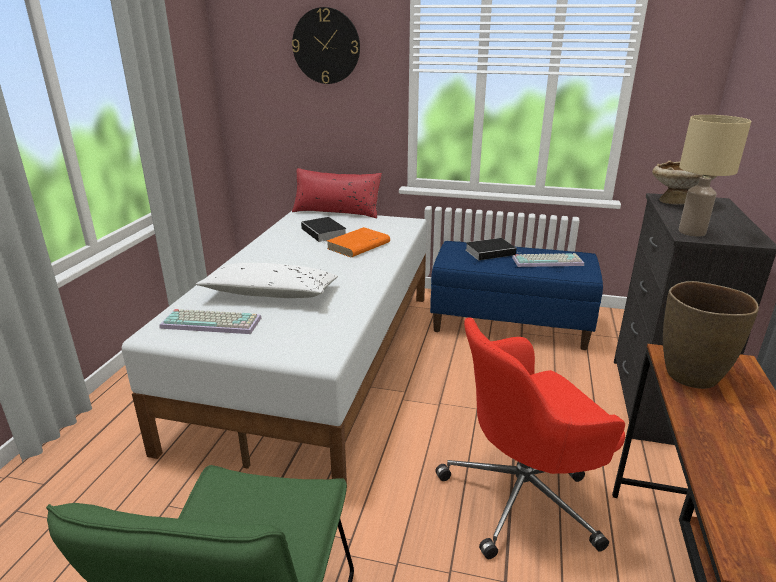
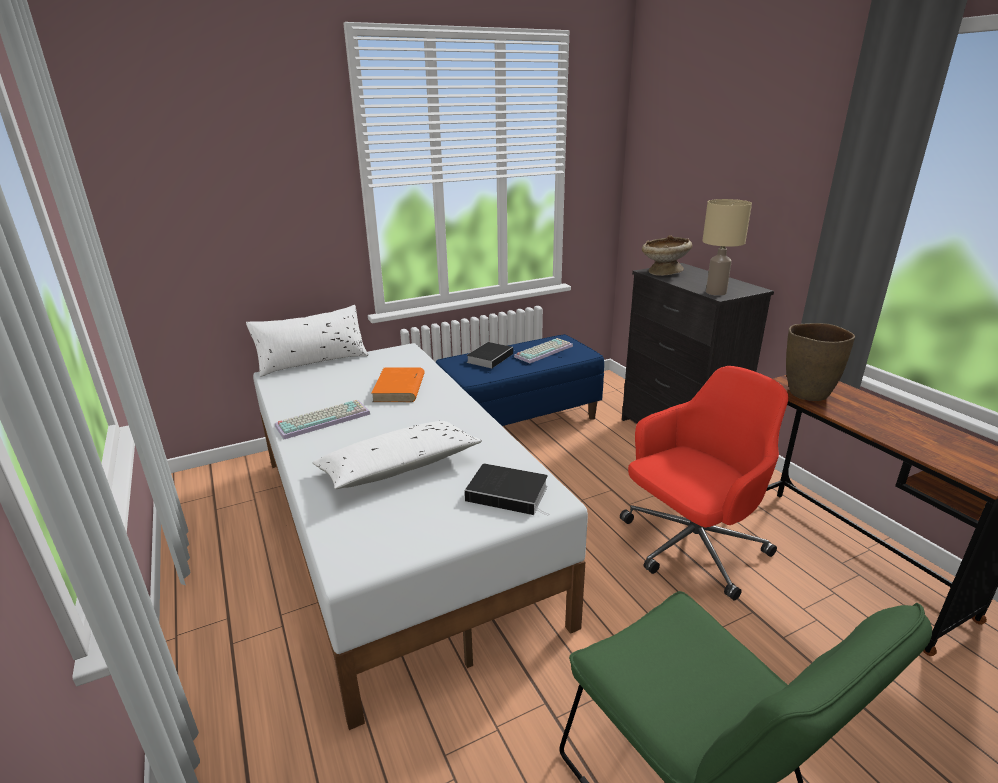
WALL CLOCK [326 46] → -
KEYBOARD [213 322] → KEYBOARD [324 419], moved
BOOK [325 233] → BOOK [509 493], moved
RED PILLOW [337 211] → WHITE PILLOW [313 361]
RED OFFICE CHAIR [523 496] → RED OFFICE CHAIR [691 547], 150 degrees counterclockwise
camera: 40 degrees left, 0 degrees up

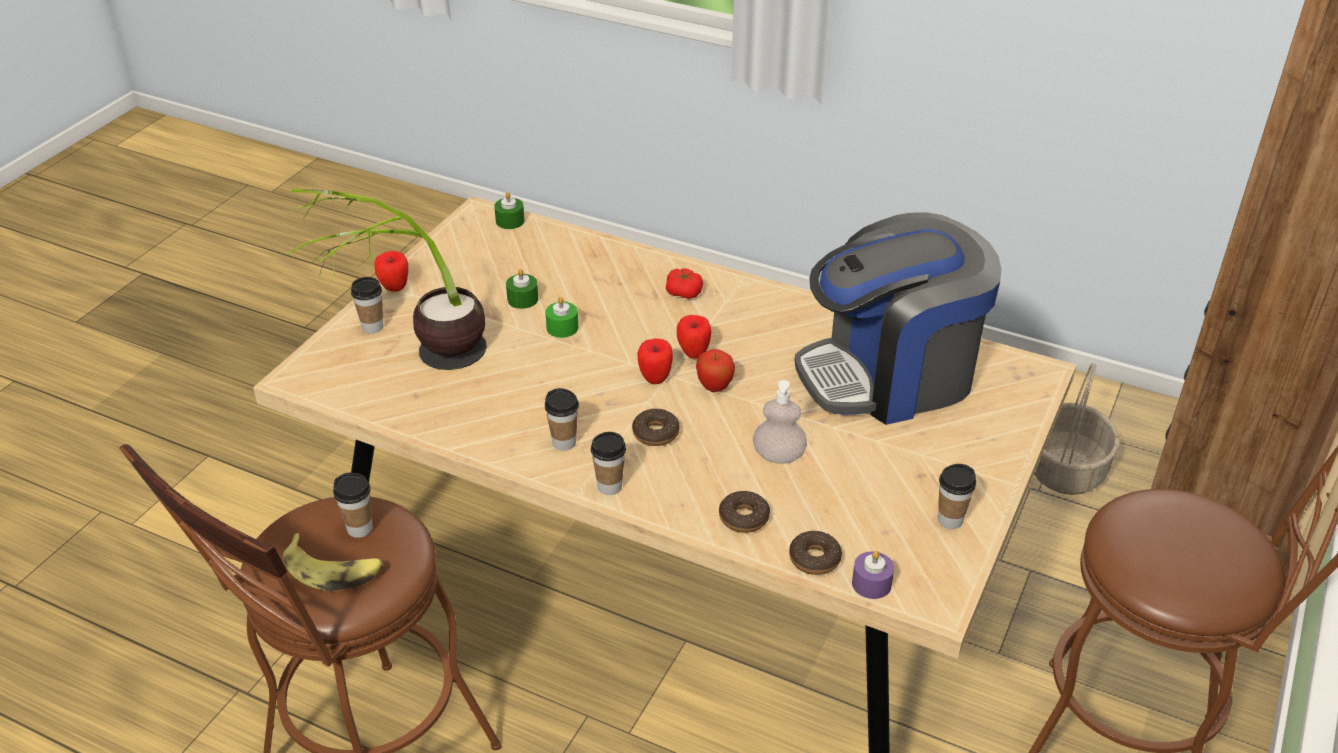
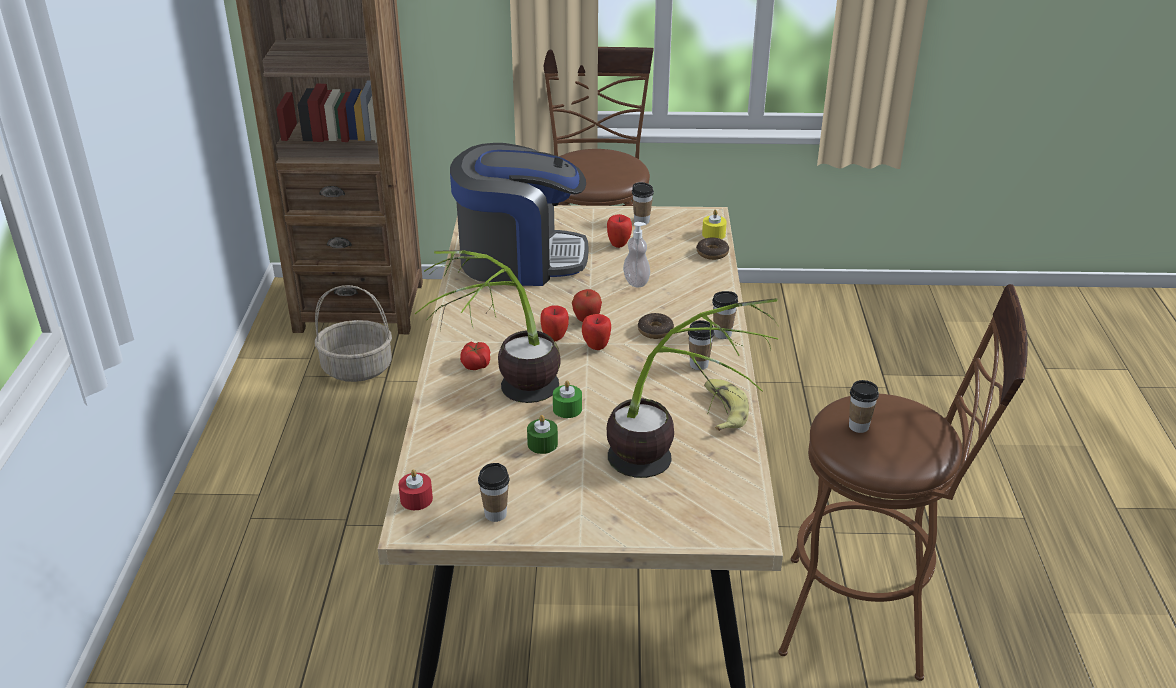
DONUT [744 517] → -
- → POTTED PLANT [504 401]
BANANA [334 570] → BANANA [723 410], moved
CUP [372 327] → CUP [495 514], moved
APPLE [395 288] → APPLE [619 244], moved
GREEN CANDLE [510 221] → RED CANDLE [416 499]
PURPLE CANDLE [871 583] → YELLOW CANDLE [713 234]
COFFEE MACHINE [890 375] → COFFEE MACHINE [520 259], 45 degrees counterclockwise
camera: 115 degrees left, 5 degrees down

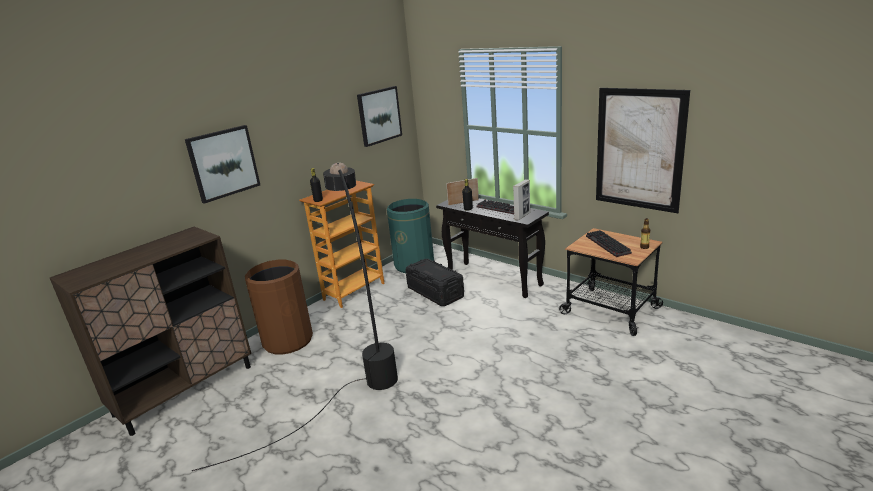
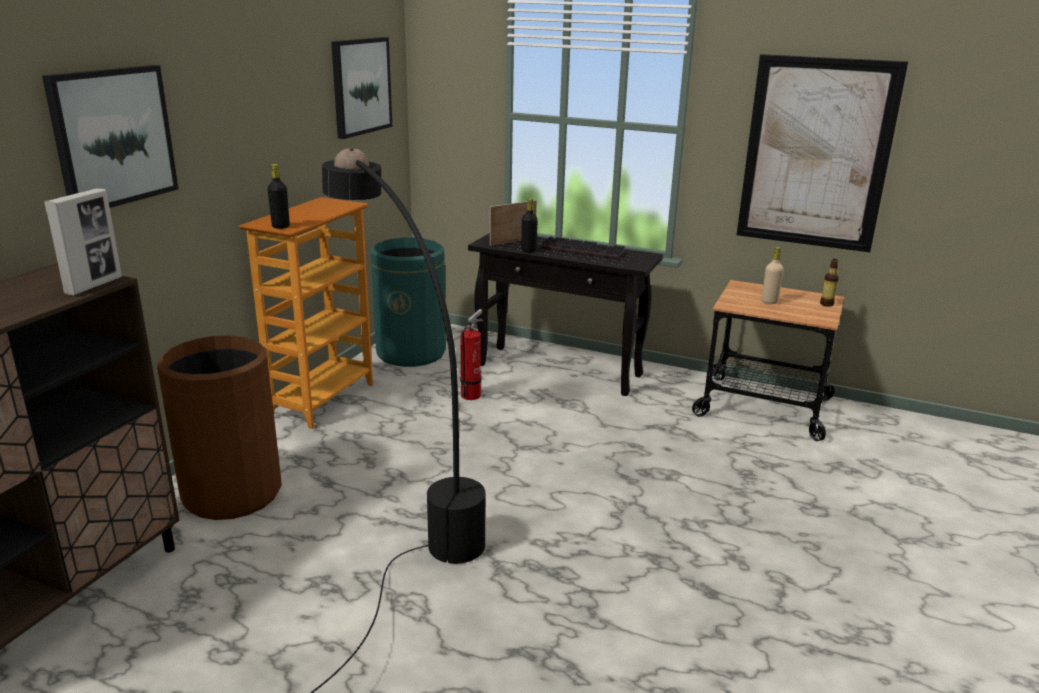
PICTURE FRAME [522 216] → PICTURE FRAME [94 285], moved
BLACK STORAGE BOX [435 292] → FIRE EXTINGUISHER [472 394]
KEYBOARD [606 244] → BEIGE BOTTLE [769 302]
camera: 20 degrees left, 0 degrees up

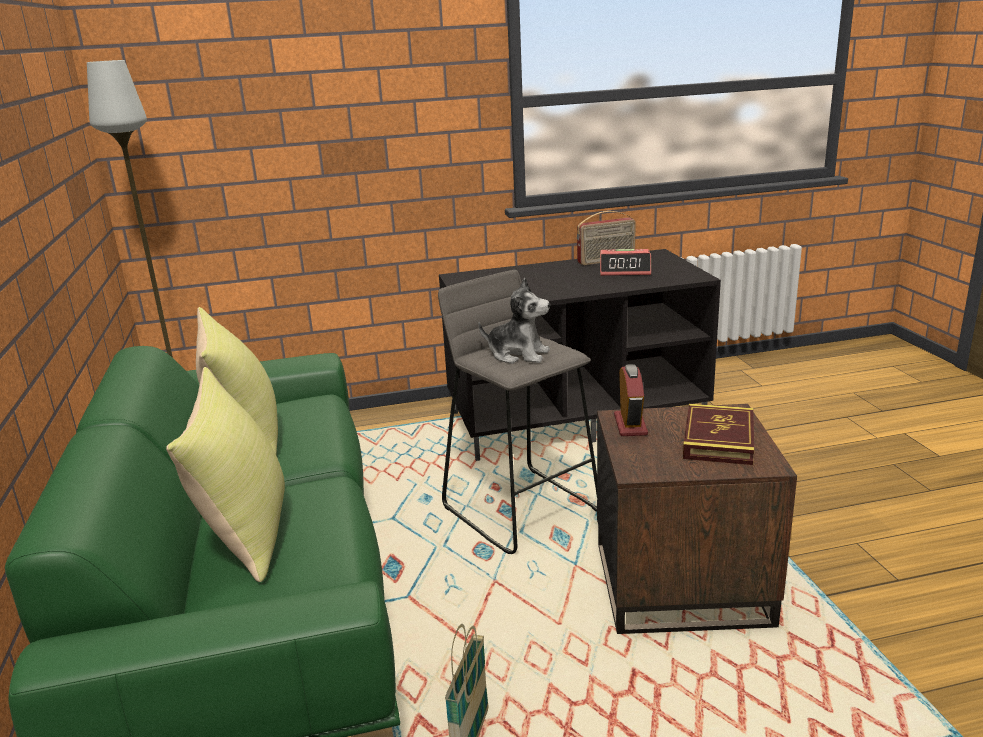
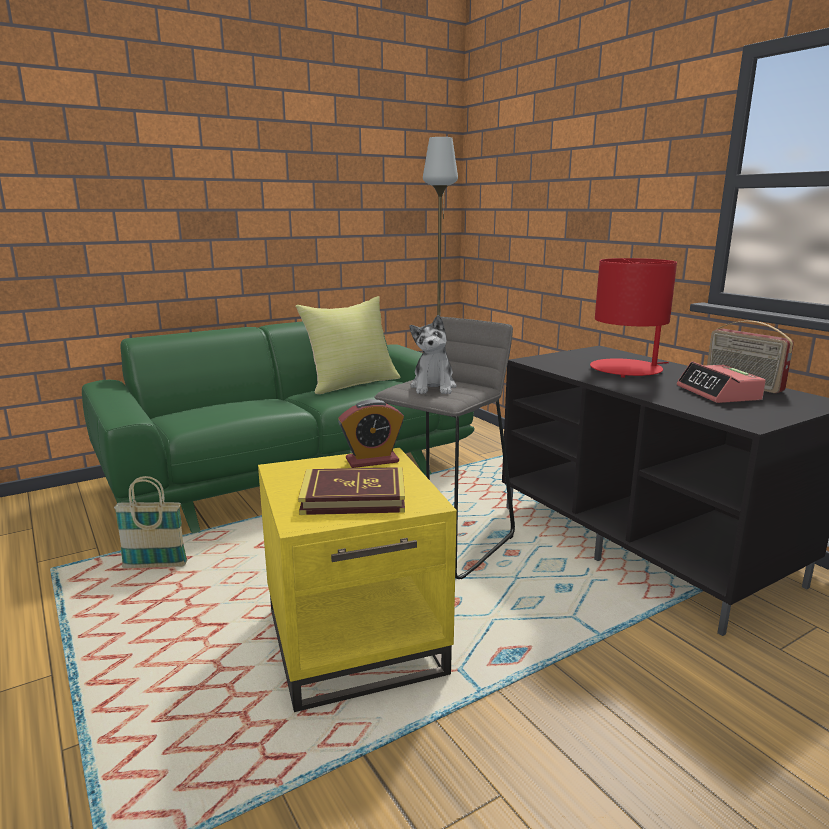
YELLOW PILLOW [247 532] → -
- → RED TABLE LAMP [626 369]
BROWN SIDE TABLE [680 583] → YELLOW SIDE TABLE [356 641]
camera: 70 degrees right, 5 degrees down

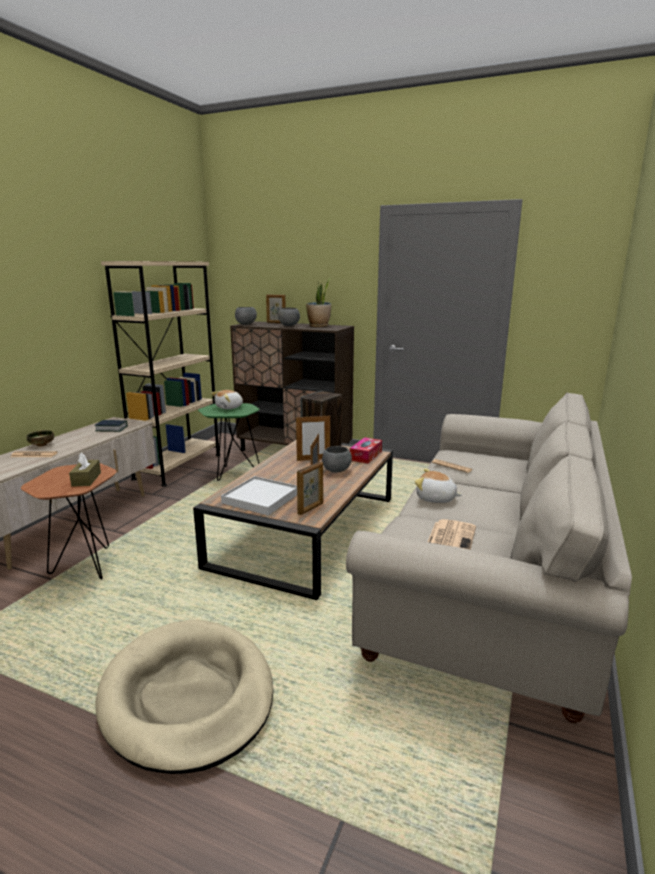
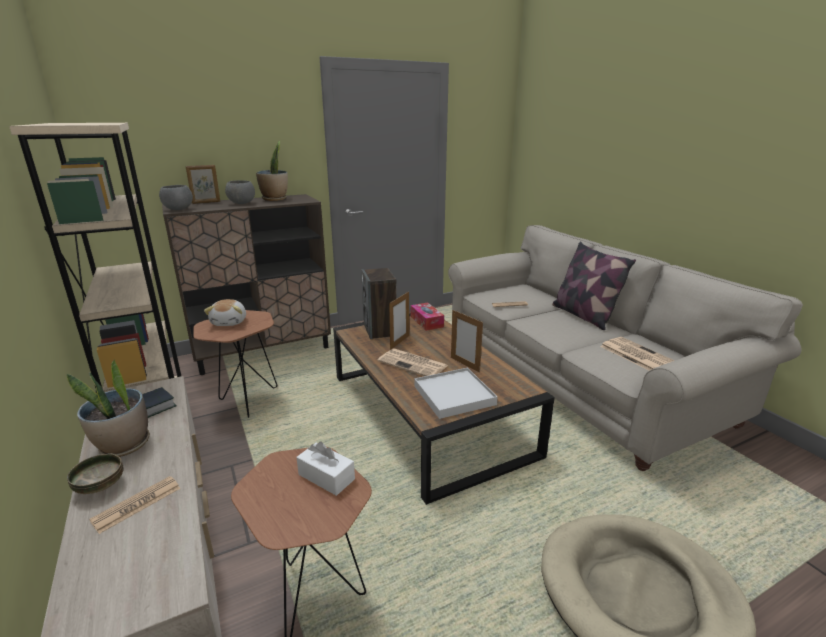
PICTURE FRAME [311 508] → -
GREY BOWL [337 471] → -
PLUSH TOY [435 499] → -
- → POTTED PLANT [124 445]
- → NEWSPAPER [413 364]
- → PILLOW [583 315]
BROWN TISSUE BOX [86 479] → WHITE TISSUE BOX [326 477]
GREEN SIDE TABLE [232 473] → BROWN SIDE TABLE [246 402]
camera: 50 degrees left, 5 degrees up

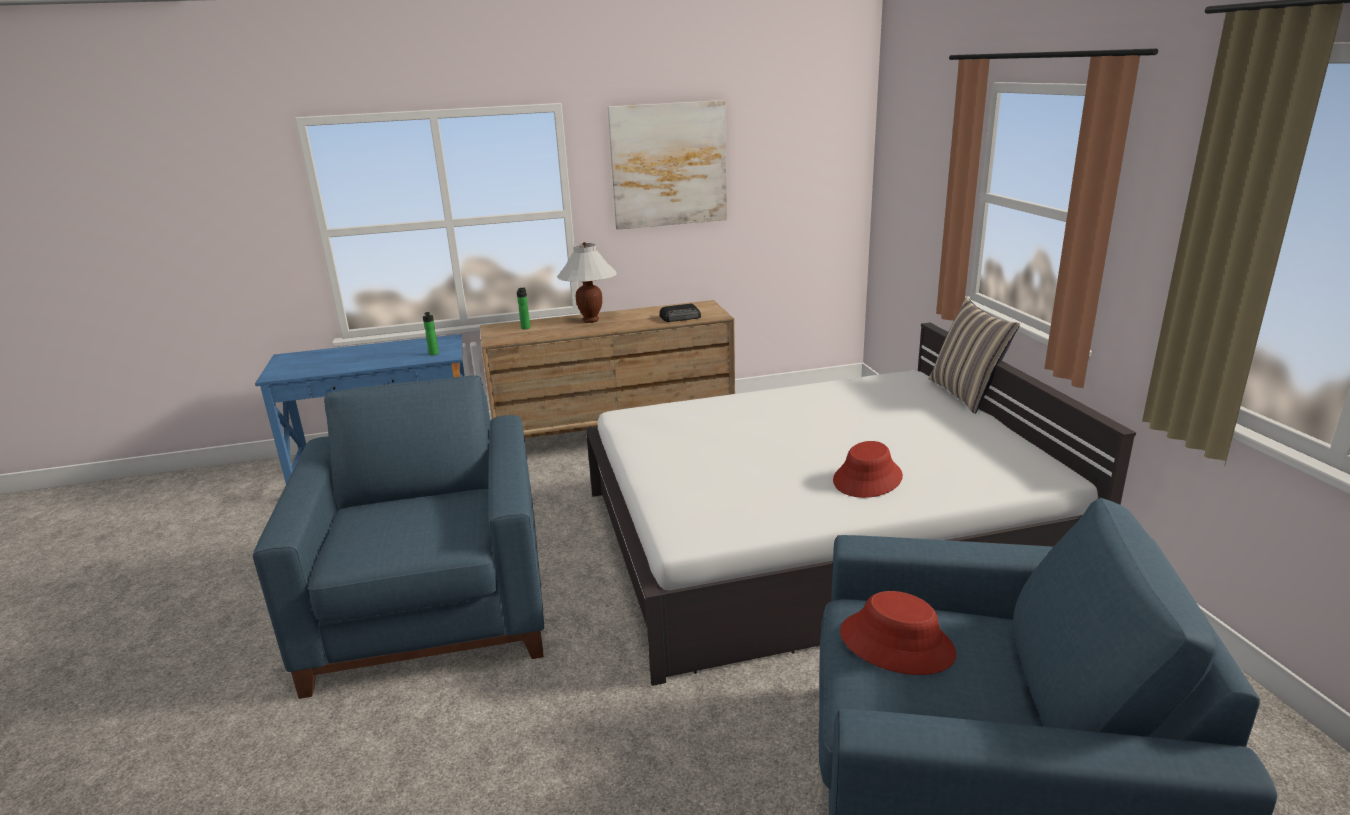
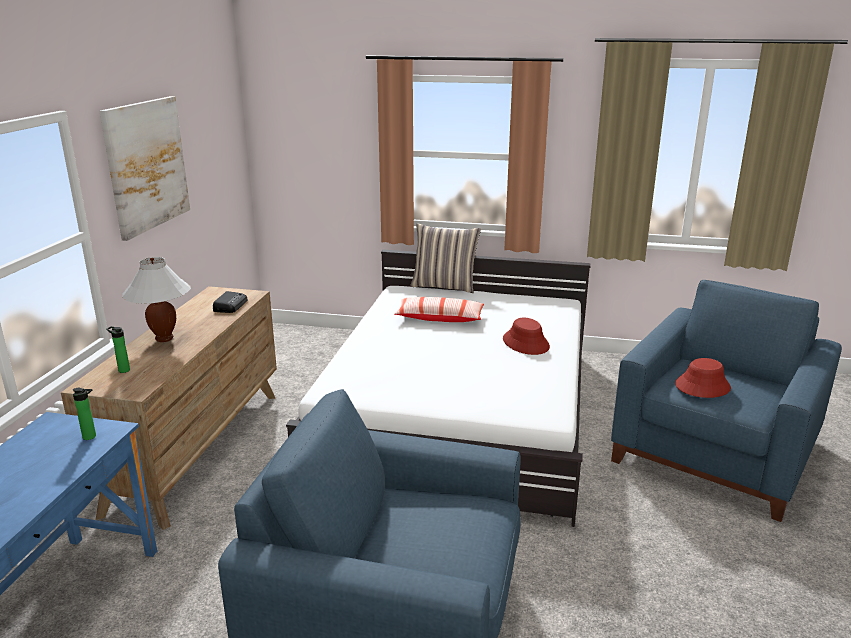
- → PILLOW [439 318]
camera: 65 degrees left, 0 degrees up

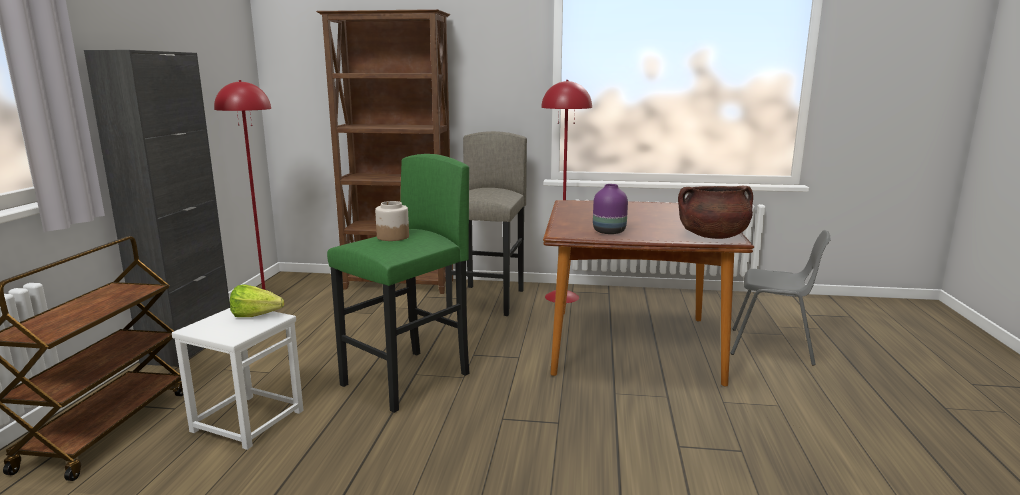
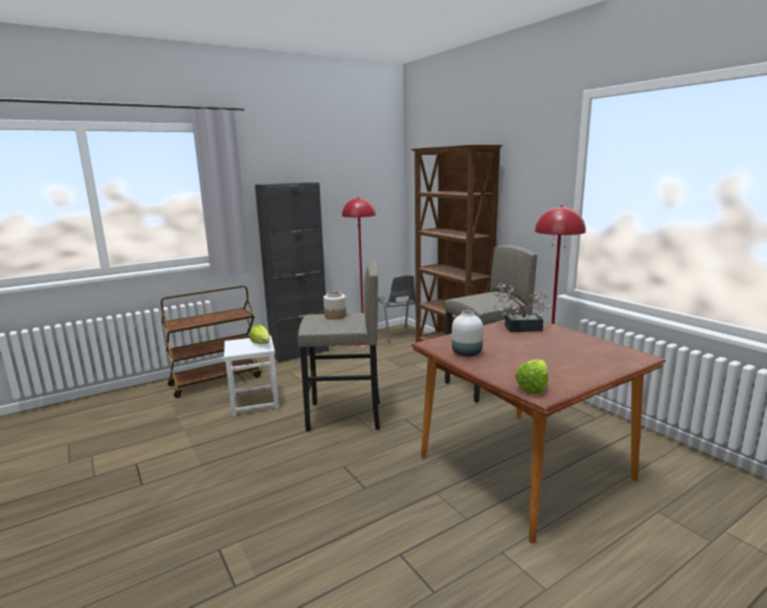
- → POTTED PLANT [518 328]
GREY CHAIR [772 347] → GREY CHAIR [397 335], moved
BROWN COOKING POT [712 236] → LETTUCE [535 386]
GREEN STOOL [407 380] → GREY STOOL [345 416]
PURPLE VASE [609 232] → WHITE VASE [466 353]
camera: 50 degrees right, 0 degrees up

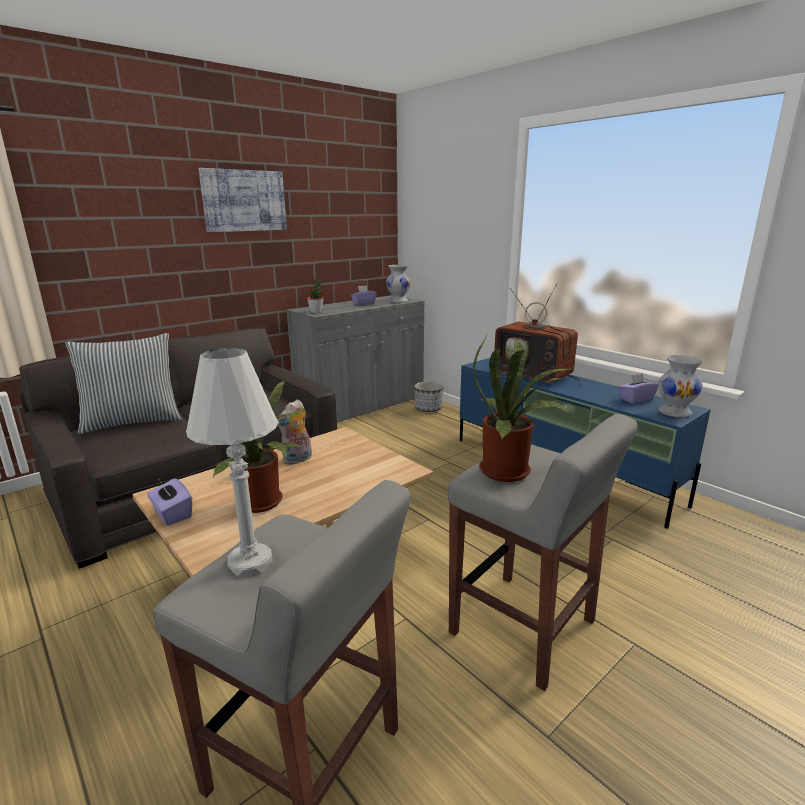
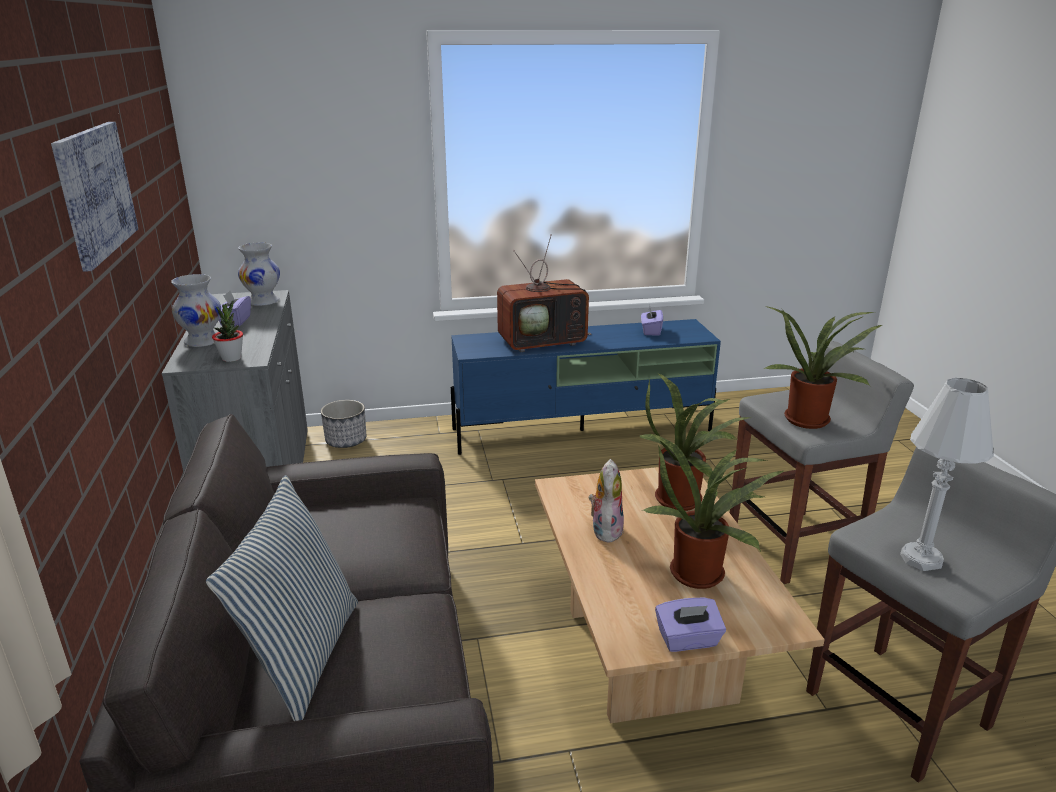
- → POTTED PLANT [683 499]
WHITE VASE [674 413] → WHITE VASE [202 342], moved
PLUSH TOY [297 460] → PLUSH TOY [605 529], 150 degrees counterclockwise
camera: 60 degrees left, 5 degrees up

